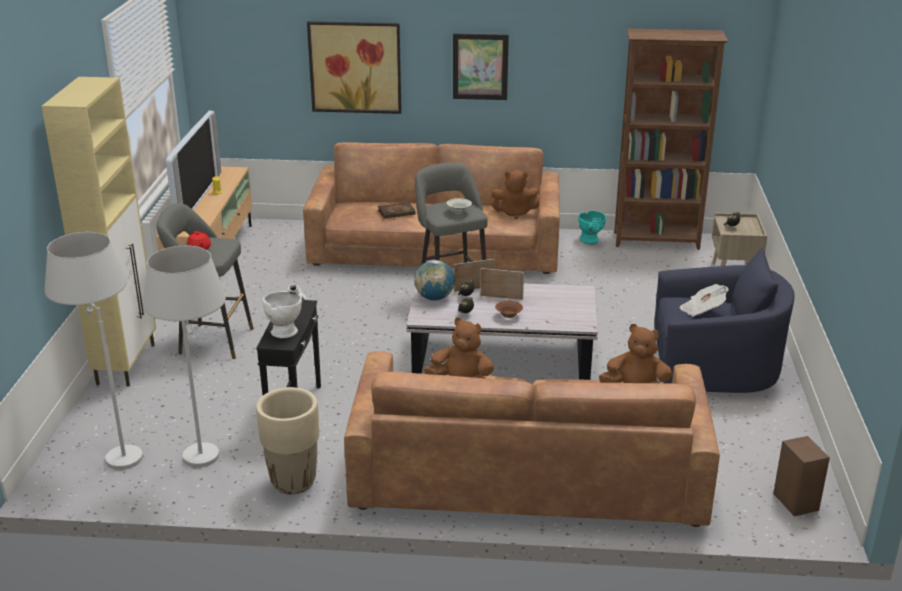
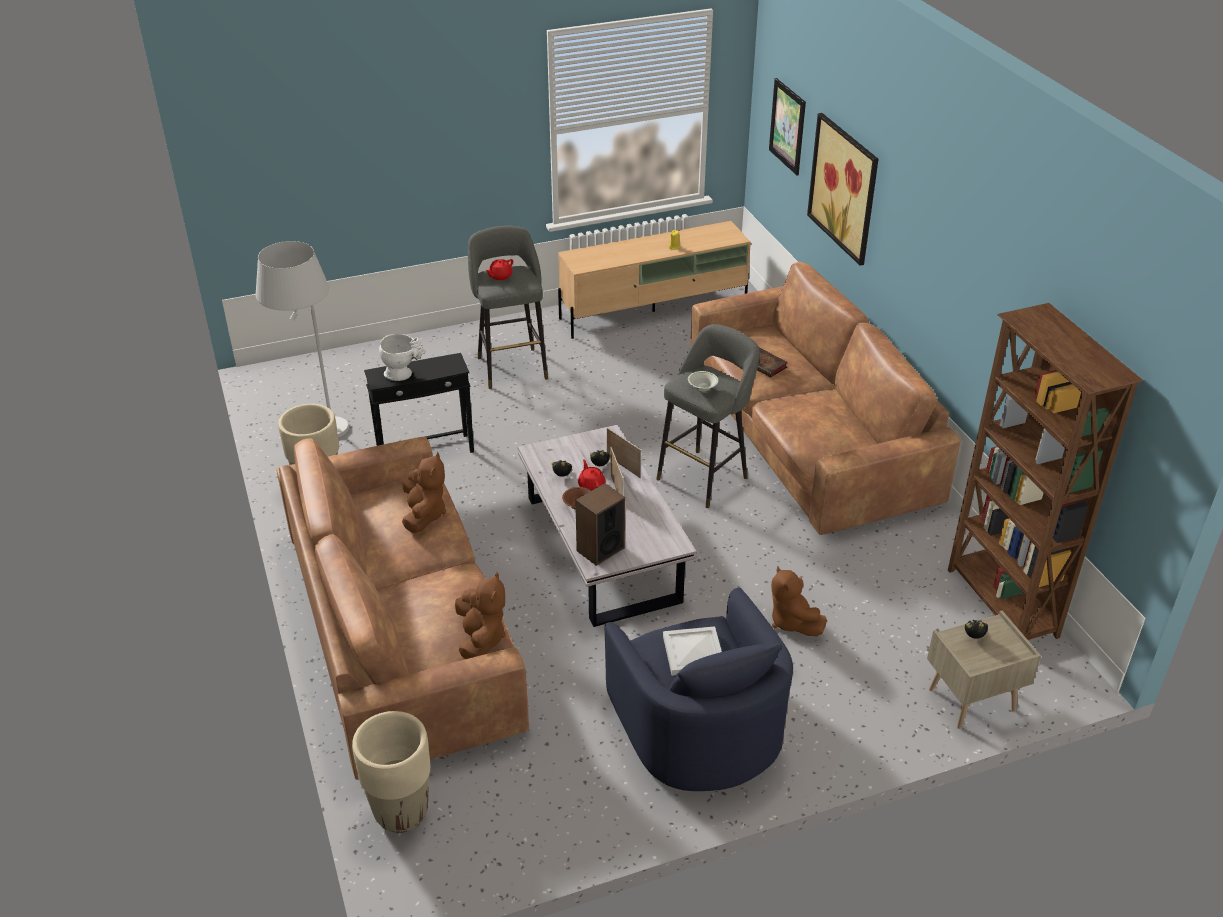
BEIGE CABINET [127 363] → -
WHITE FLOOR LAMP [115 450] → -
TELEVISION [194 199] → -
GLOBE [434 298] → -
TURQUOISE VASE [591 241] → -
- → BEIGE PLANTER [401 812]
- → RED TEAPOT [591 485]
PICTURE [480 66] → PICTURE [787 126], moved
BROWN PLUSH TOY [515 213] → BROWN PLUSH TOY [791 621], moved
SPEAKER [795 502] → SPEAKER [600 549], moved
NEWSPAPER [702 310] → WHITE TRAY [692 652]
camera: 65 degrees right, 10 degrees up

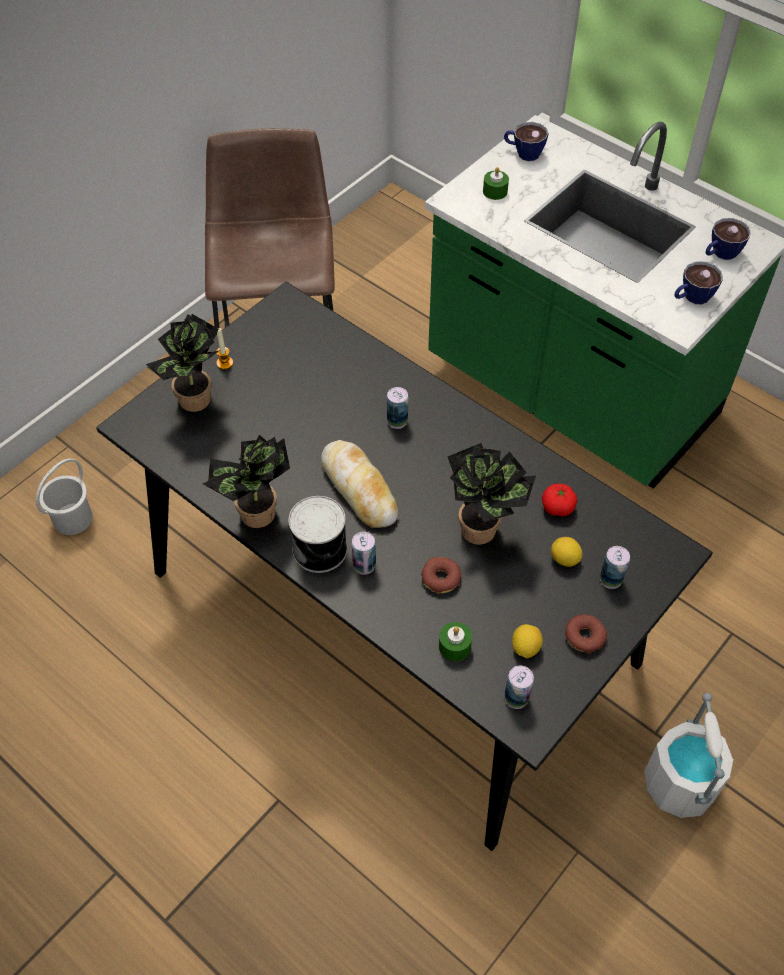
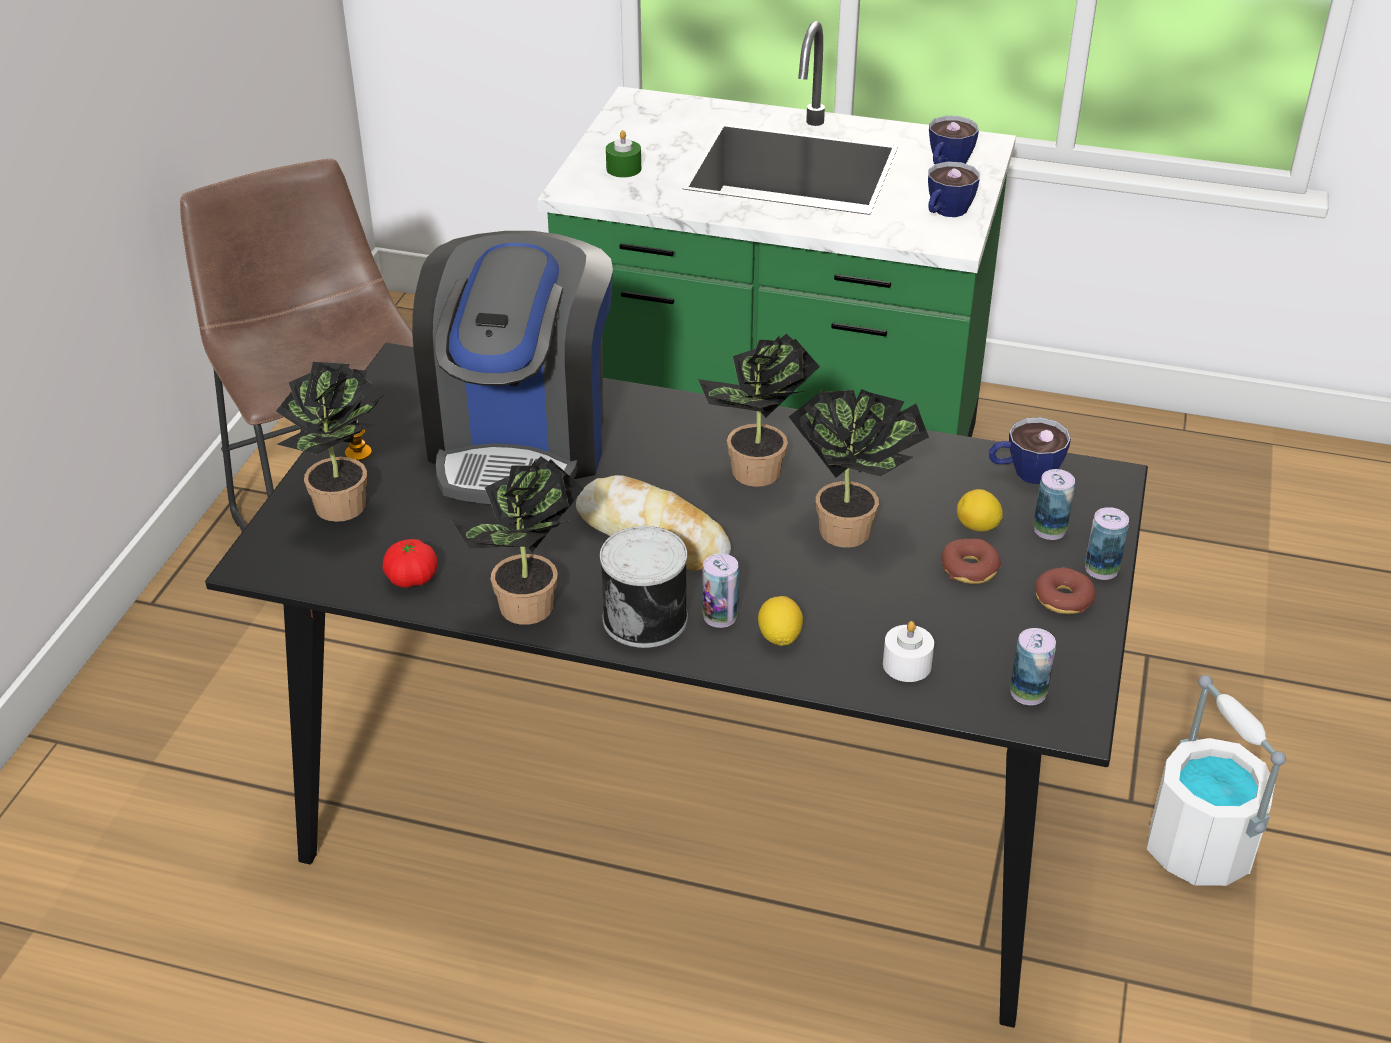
WHITE BUCKET [72 518] → -
- → COFFEE MACHINE [521 440]
- → POTTED PLANT [756 476]
CAN [397 421] → CAN [1101 569], moved
DONUT [441 578] → DONUT [969 569], moved
CUP [523 153] → CUP [1024 472], moved
LEMON [525 648] → LEMON [779 637], moved
TOMATO [557 507] → TOMATO [412 578], moved
GREEN CANDLE [454 646] → WHITE CANDLE [907 664]
camera: 25 degrees left, 15 degrees down

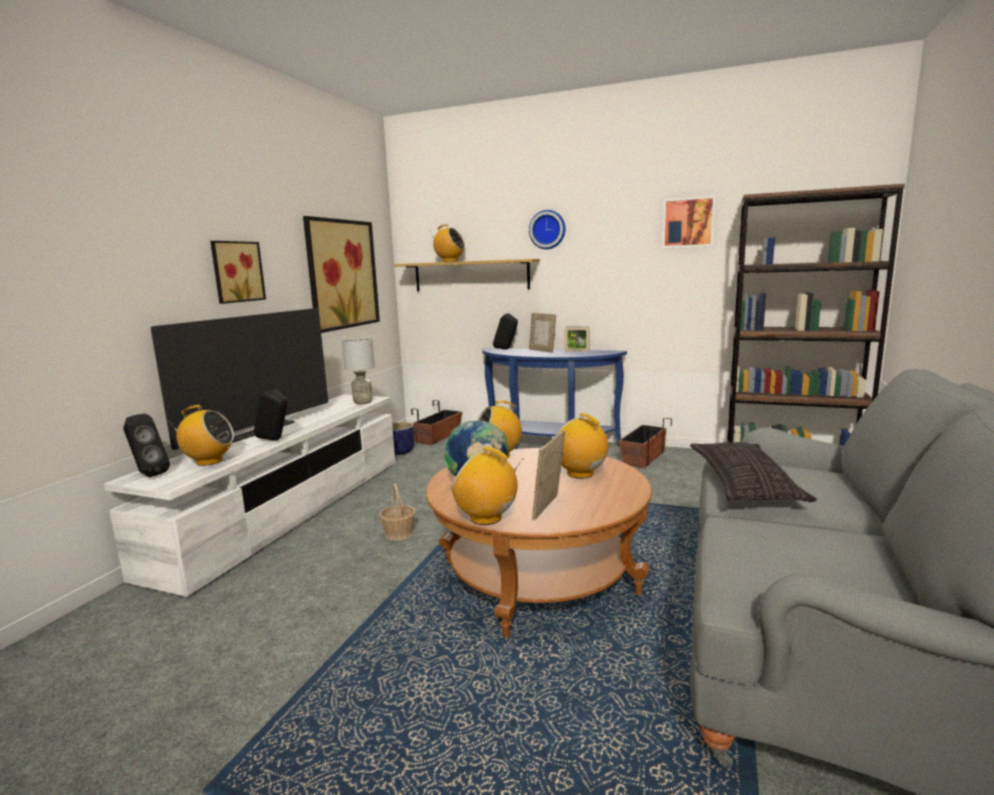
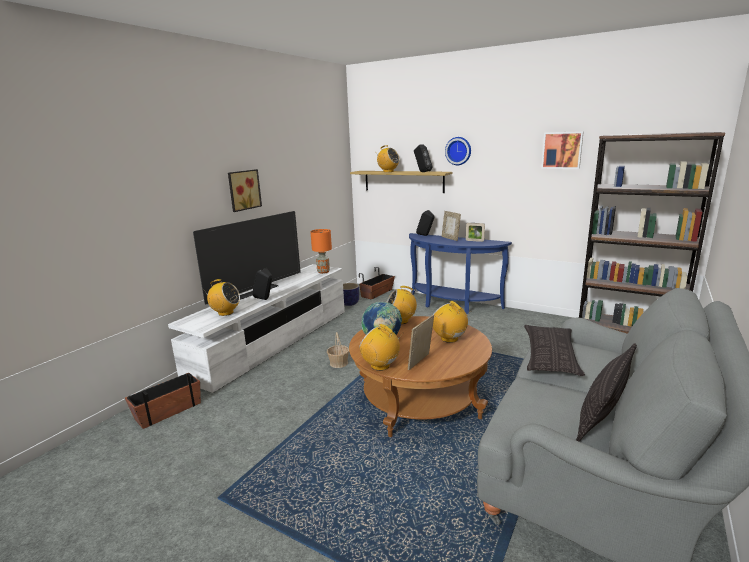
PICTURE [342 274] → -
- → PILLOW [602 415]
BLACK SPEAKER [148 474] → BLACK SPEAKER [422 172], moved
PLANTER [643 457] → PLANTER [168 411], moved
GREY TABLE LAMP [362 402] → ORANGE TABLE LAMP [323 272]
camera: 10 degrees right, 5 degrees up

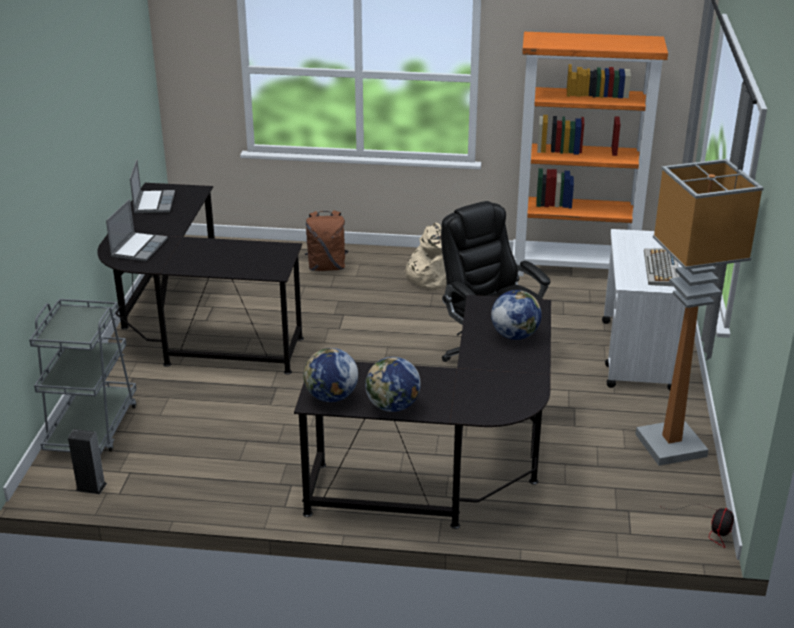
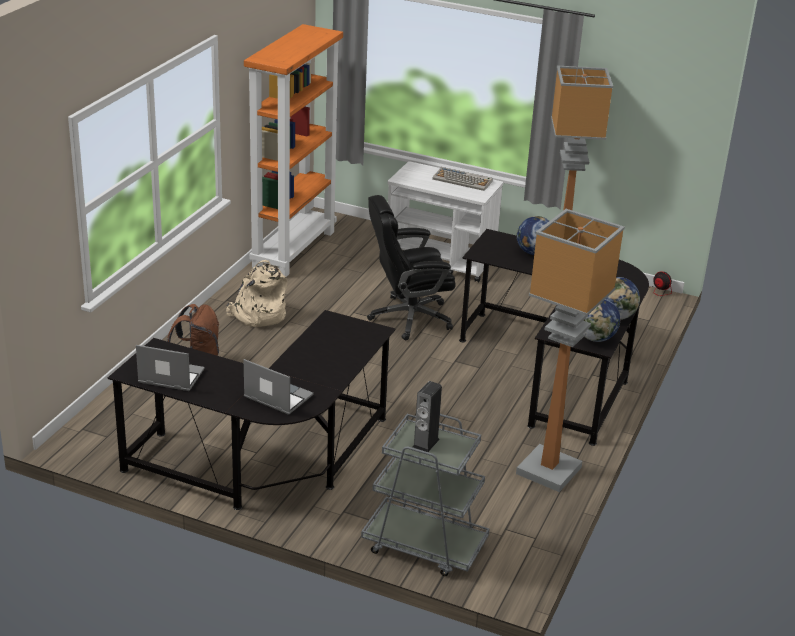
- → FLOOR LAMP [549 471]
SPEAKER [91 487] → SPEAKER [425 443], moved
camera: 75 degrees left, 0 degrees up

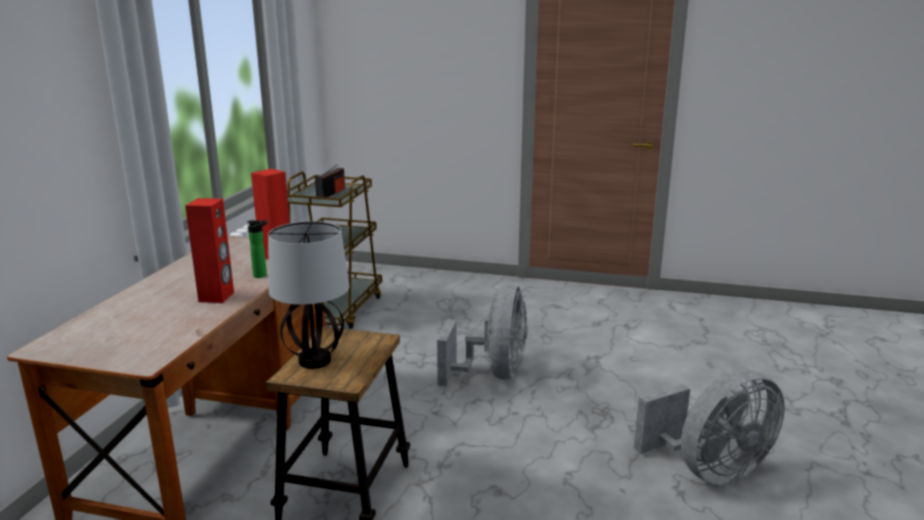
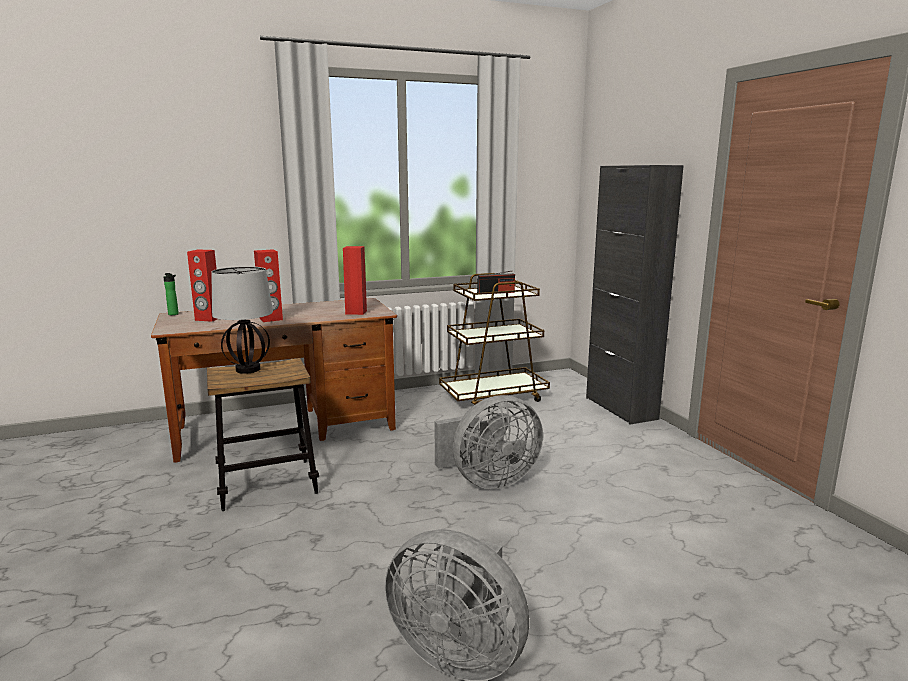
- → RED SPEAKER [208 319]
- → BLACK CABINET [620 408]
BOTTLE [262 275] → BOTTLE [174 314], moved
camera: 55 degrees right, 5 degrees down

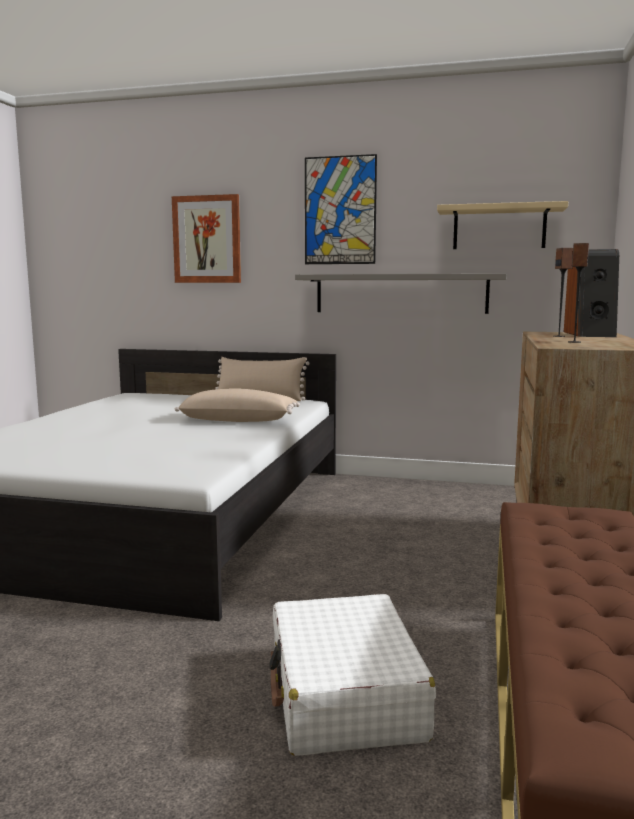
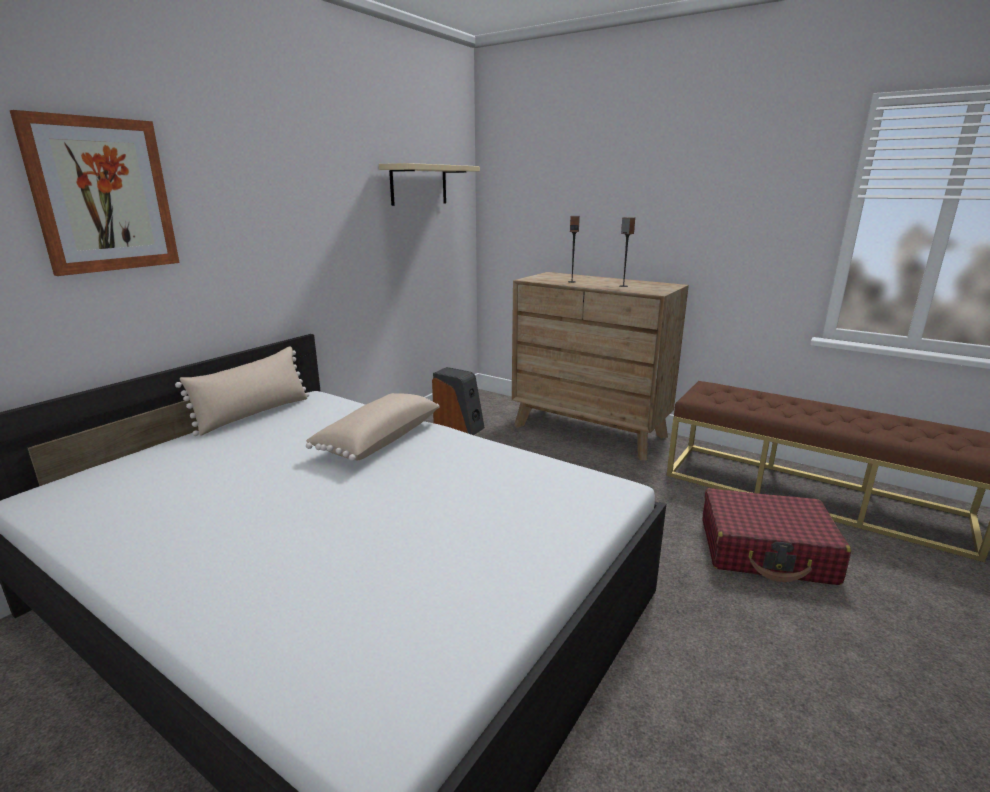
GREY SHELF [400 293] → -
PICTURE [340 210] → -
SPEAKER [590 334] → SPEAKER [459 427], moved
WHITE SUITCASE [344 694] → RED SUITCASE [766 551]
camera: 70 degrees left, 10 degrees up

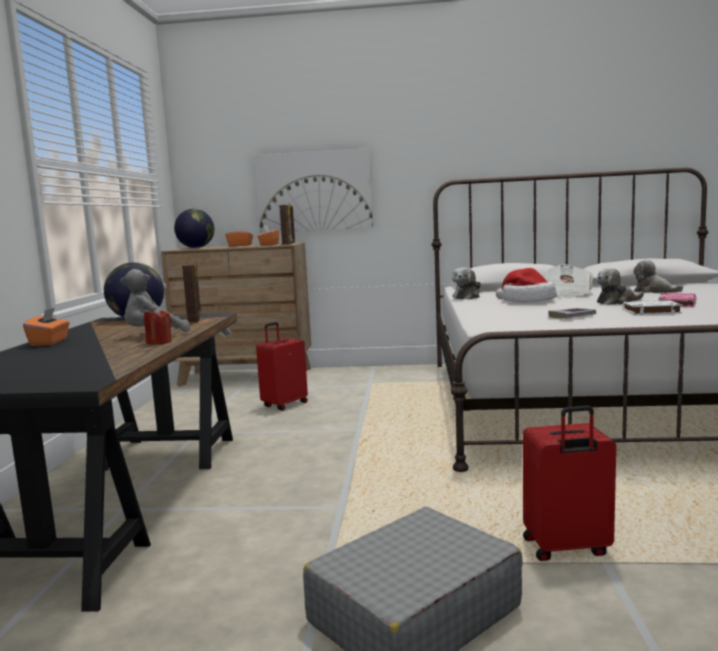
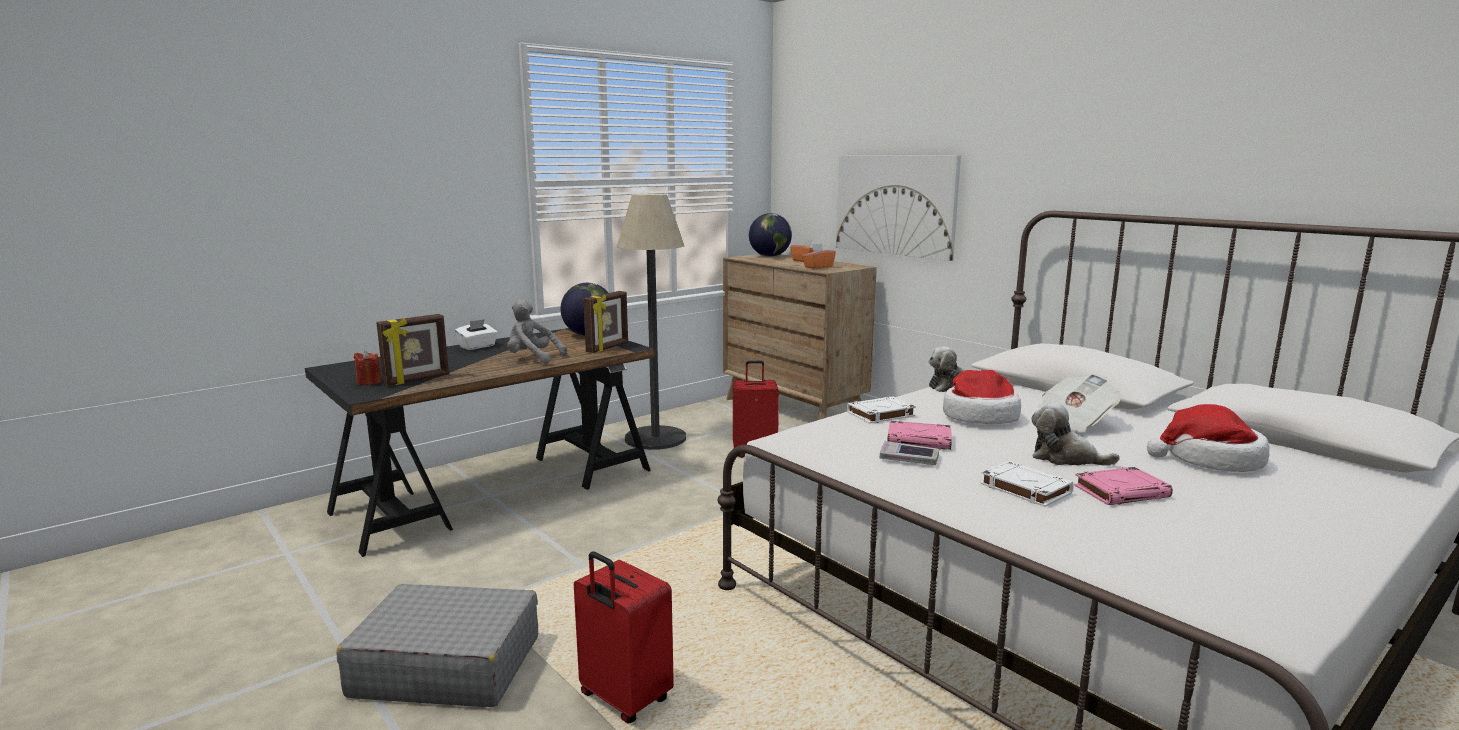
- → FLOOR LAMP [655 438]
- → WHITE BOOK [880 414]
- → PINK BOOK [920 440]
RED CANDLE [159 342] → RED CANDLE [369 382], moved
PICTURE FRAME [289 244] → PICTURE FRAME [417 380], moved
PLUSH TOY [653 291] → HAT [1210 460]
ORANGE TISSUE BOX [49 342] → WHITE TISSUE BOX [477 346]
camera: 45 degrees right, 5 degrees up

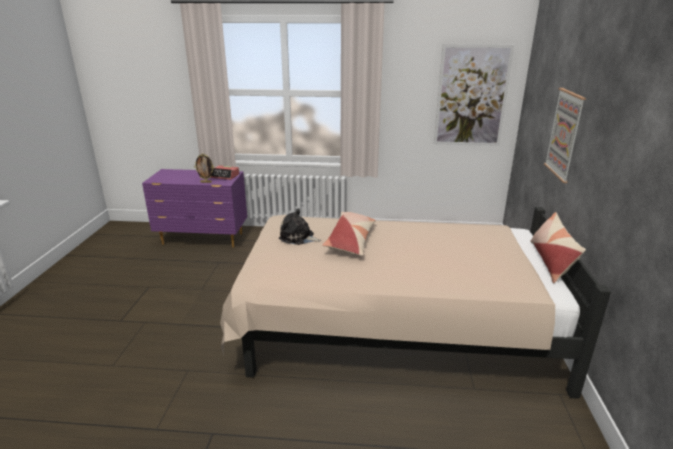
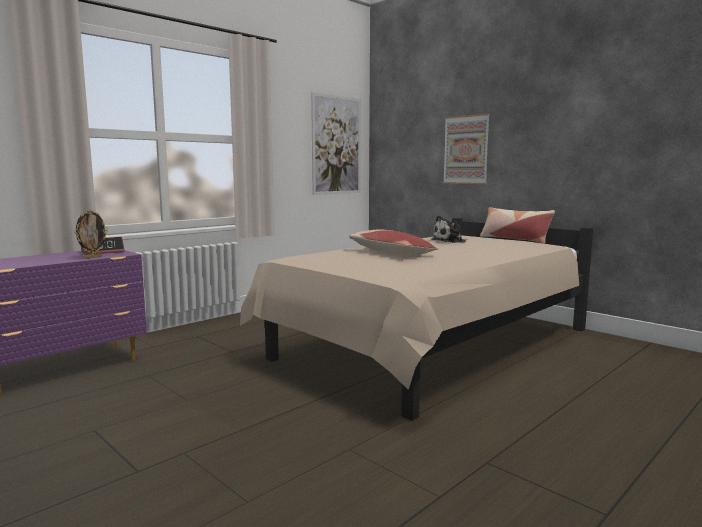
PLUSH TOY [298 238] → PLUSH TOY [450 241], moved
camera: 50 degrees left, 15 degrees down

